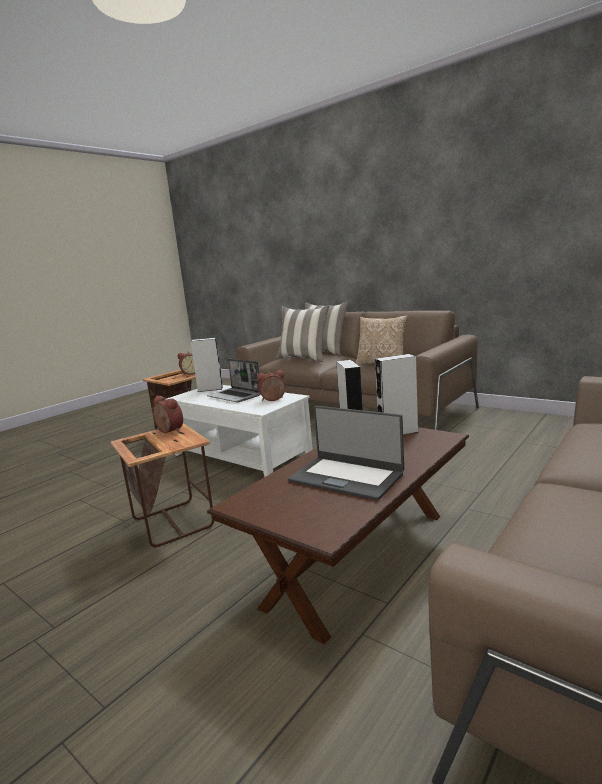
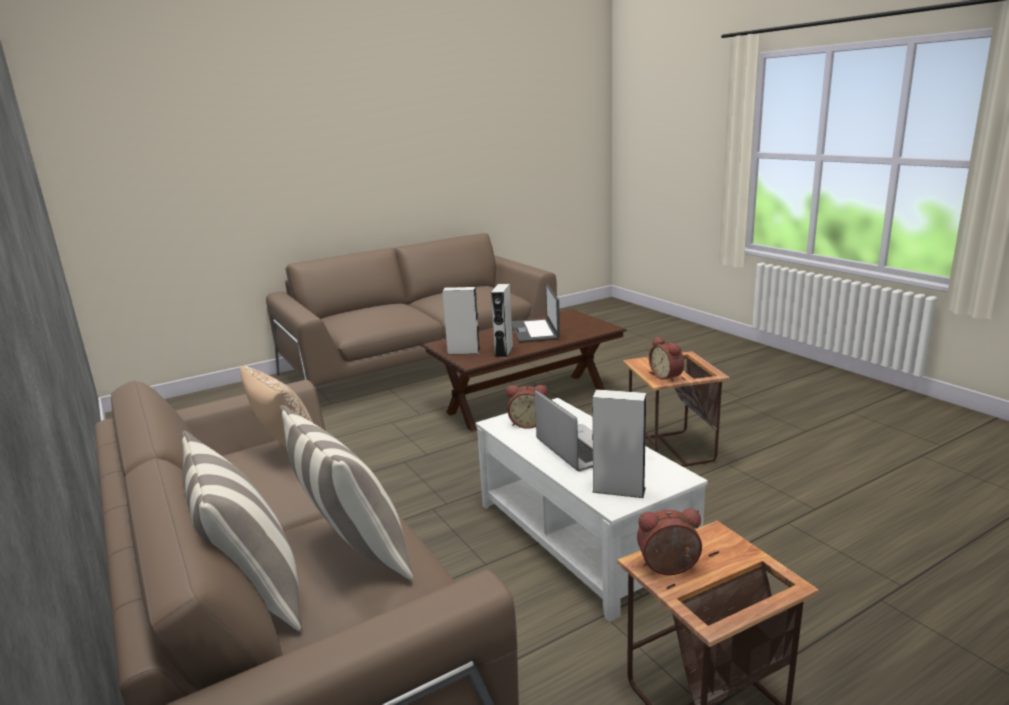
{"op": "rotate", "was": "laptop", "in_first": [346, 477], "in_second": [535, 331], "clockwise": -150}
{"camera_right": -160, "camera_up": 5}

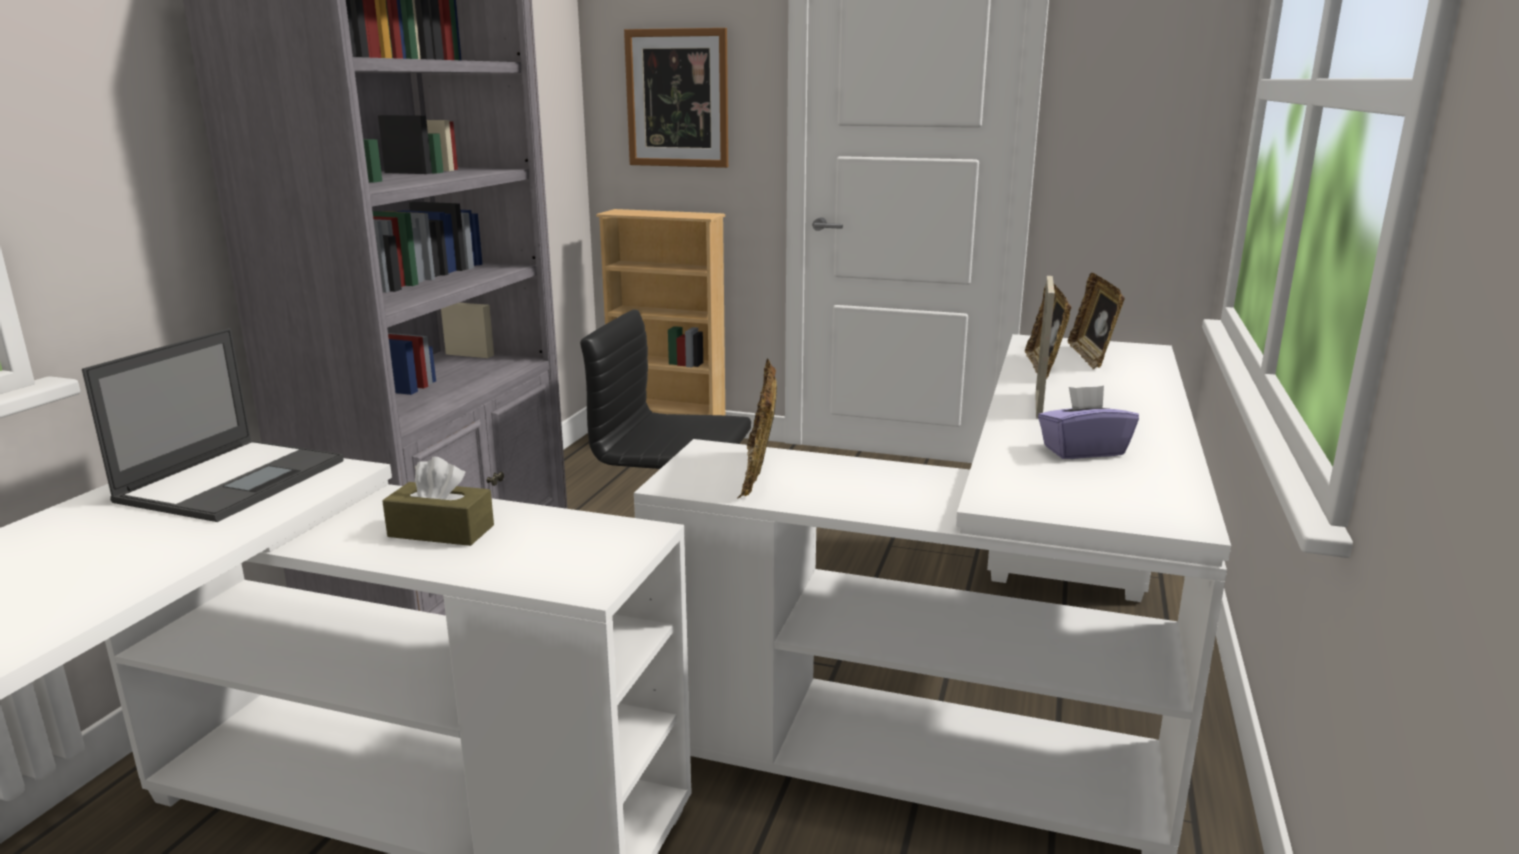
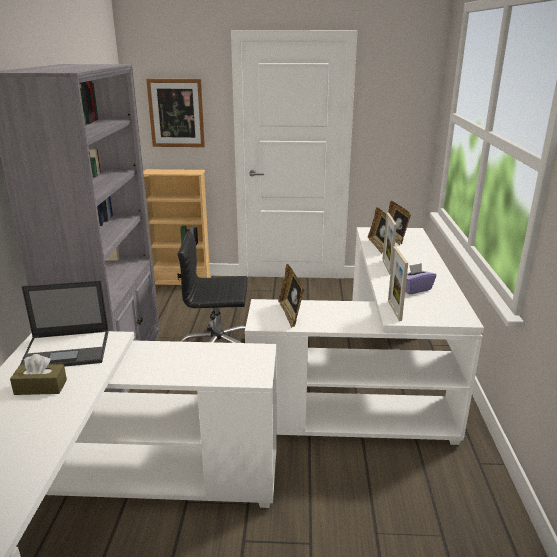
{"op": "insert", "now": "picture frame", "in_second": [394, 310]}
{"op": "move", "was": "brown tissue box", "in_first": [441, 531], "in_second": [41, 387]}
{"op": "rotate", "was": "laptop", "in_first": [235, 480], "in_second": [68, 350], "clockwise": 75}
{"camera_right": -15, "camera_up": 5}

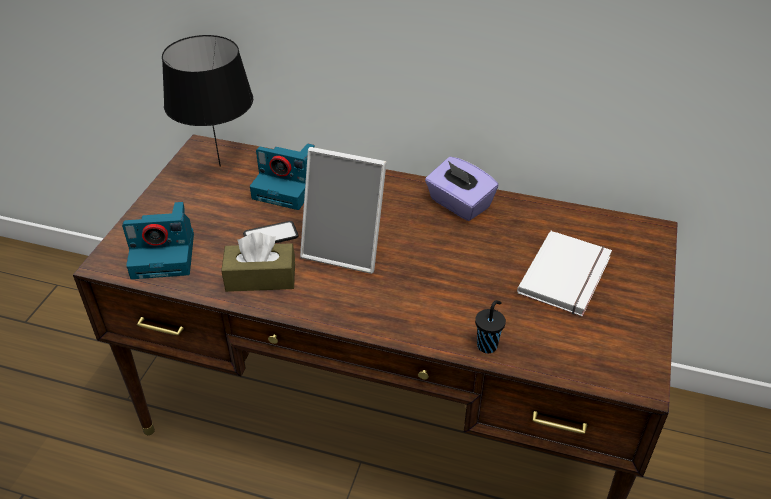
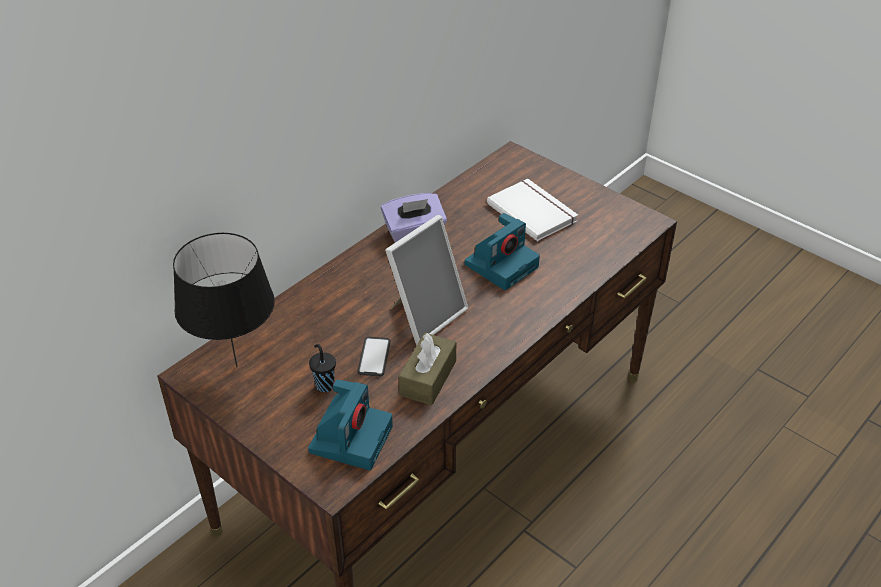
{"op": "move", "was": "photo camera", "in_first": [289, 187], "in_second": [502, 264]}
{"op": "move", "was": "black cup", "in_first": [487, 345], "in_second": [324, 385]}
{"camera_right": -65, "camera_up": 0}

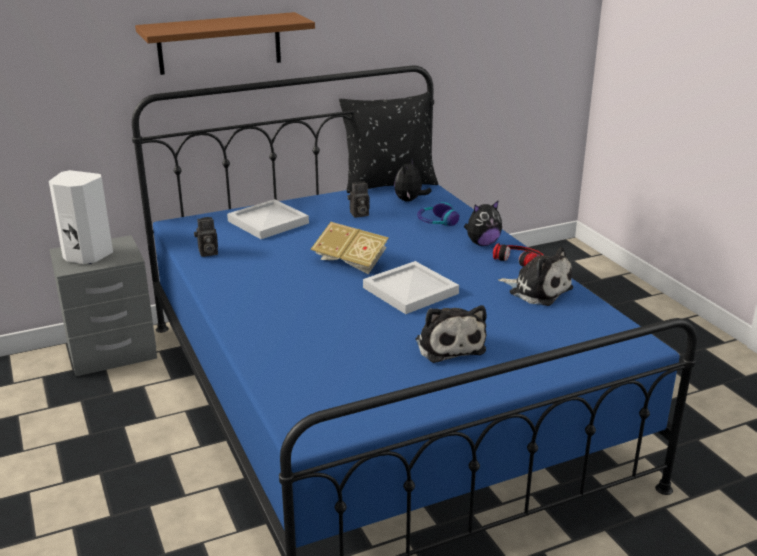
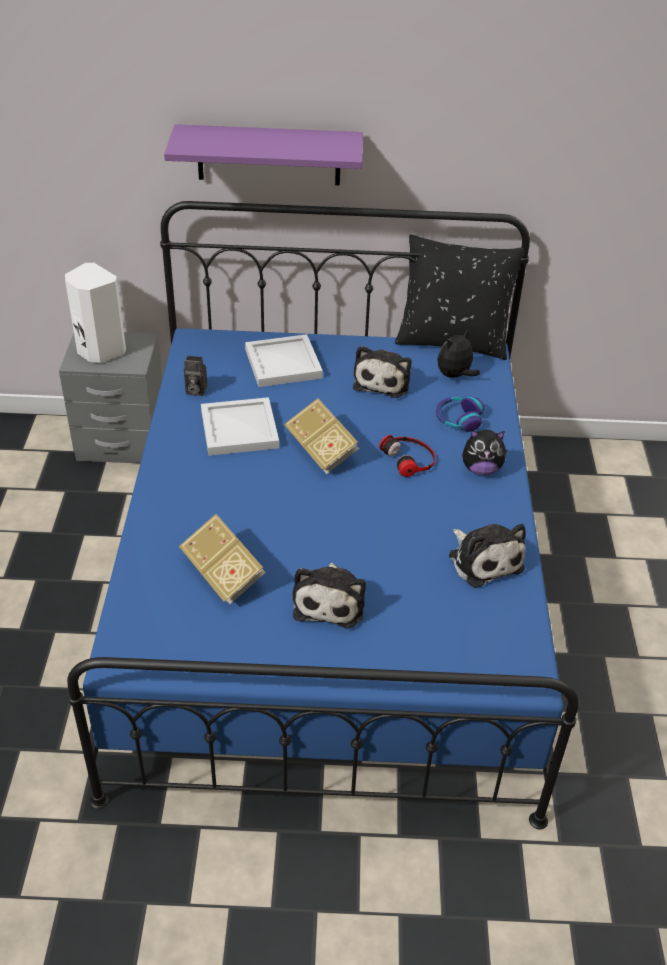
{"op": "insert", "now": "book", "in_second": [224, 574]}
{"op": "move", "was": "white tray", "in_first": [412, 290], "in_second": [240, 430]}
{"op": "move", "was": "headphones", "in_first": [520, 259], "in_second": [410, 458]}
{"op": "replace", "was": "photo camera", "now": "plush toy", "in_first": [358, 214], "in_second": [383, 381]}
{"op": "recolor", "was": "brown shelf", "now": "purple shelf", "in_first": [219, 43], "in_second": [269, 155]}
{"camera_right": 25, "camera_up": 15}

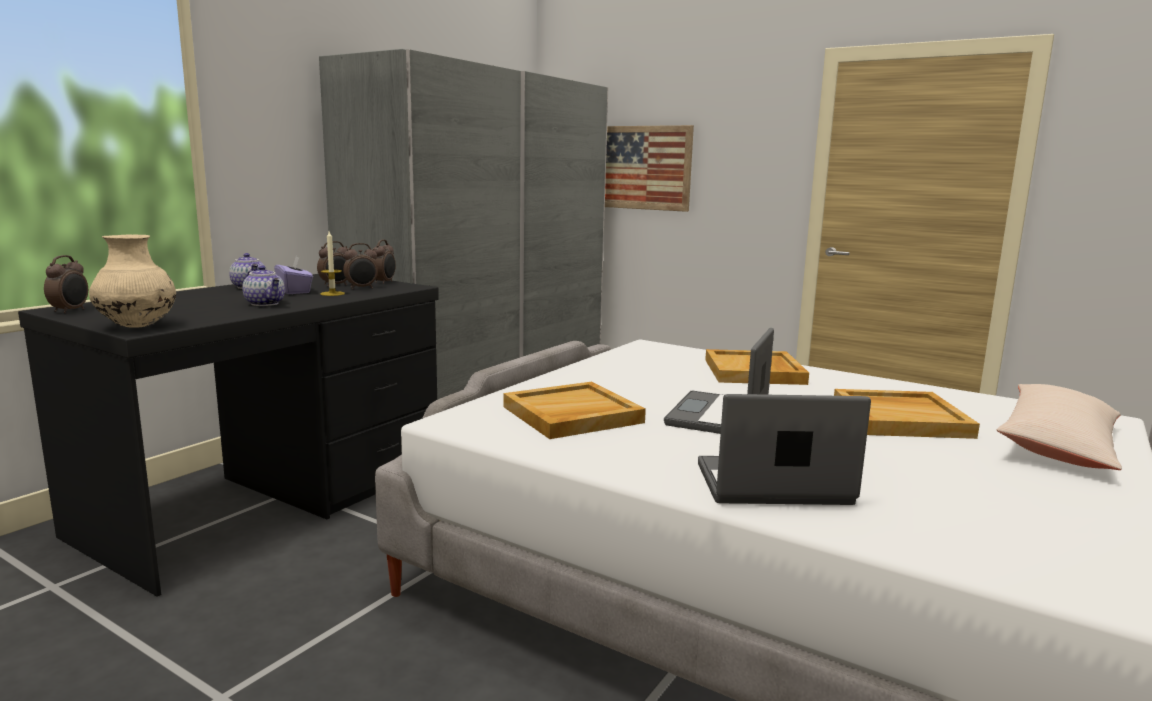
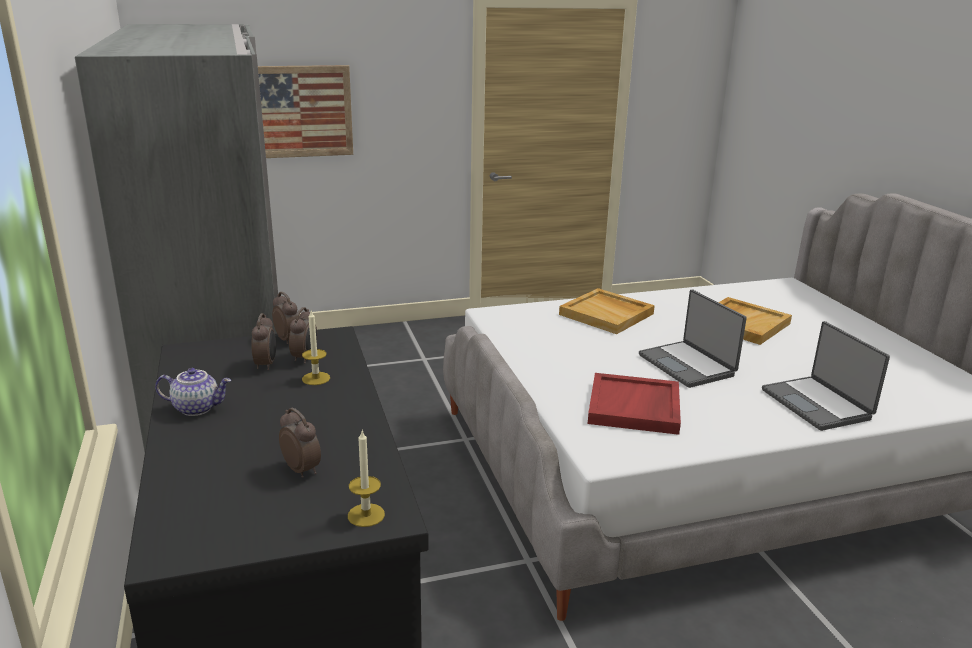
{"op": "delete", "was": "teapot", "in_first": [266, 303]}
{"op": "delete", "was": "purple tissue box", "in_first": [295, 291]}
{"op": "delete", "was": "beige pillow", "in_first": [1058, 444]}
{"op": "move", "was": "alarm clock", "in_first": [70, 311], "in_second": [302, 469]}
{"op": "replace", "was": "beige vase", "now": "candle", "in_first": [138, 327], "in_second": [366, 515]}
{"op": "recolor", "was": "beige tray", "now": "red tray", "in_first": [571, 415], "in_second": [635, 407]}
{"op": "rotate", "was": "laptop", "in_first": [773, 486], "in_second": [817, 404], "clockwise": -60}
{"camera_right": -50, "camera_up": 10}

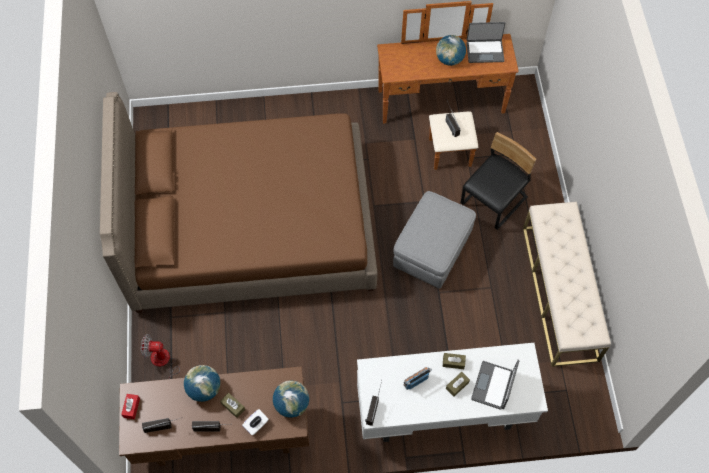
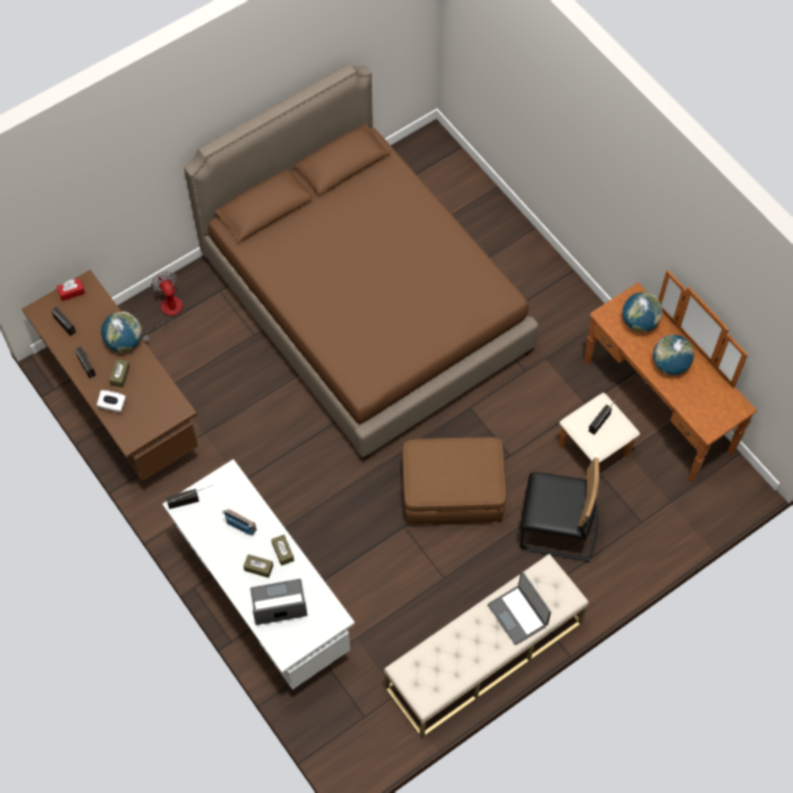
{"op": "move", "was": "globe", "in_first": [292, 404], "in_second": [639, 322]}
{"op": "move", "was": "laptop", "in_first": [485, 51], "in_second": [518, 614]}
{"op": "recolor", "was": "grey ottoman", "now": "brown ottoman", "in_first": [432, 250], "in_second": [451, 494]}
{"camera_right": 60, "camera_up": 0}

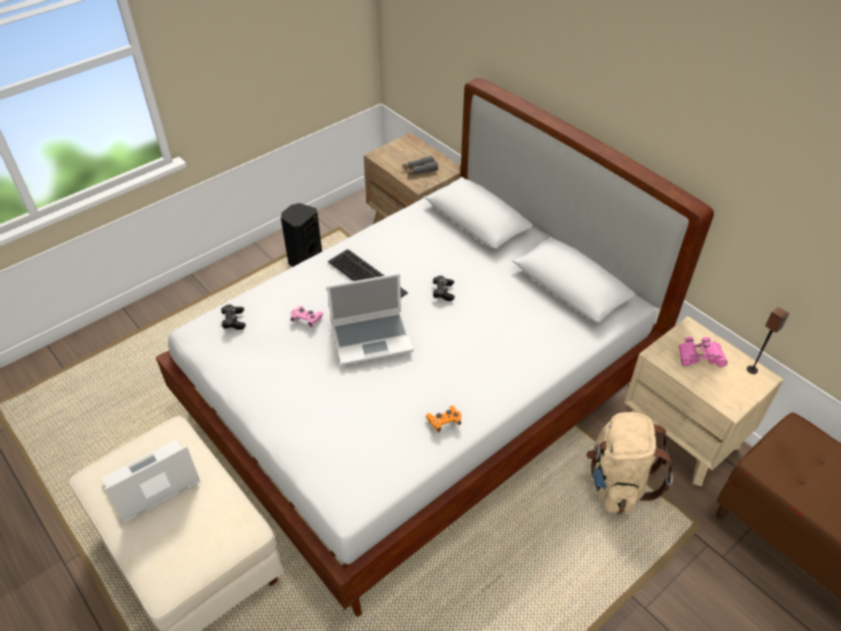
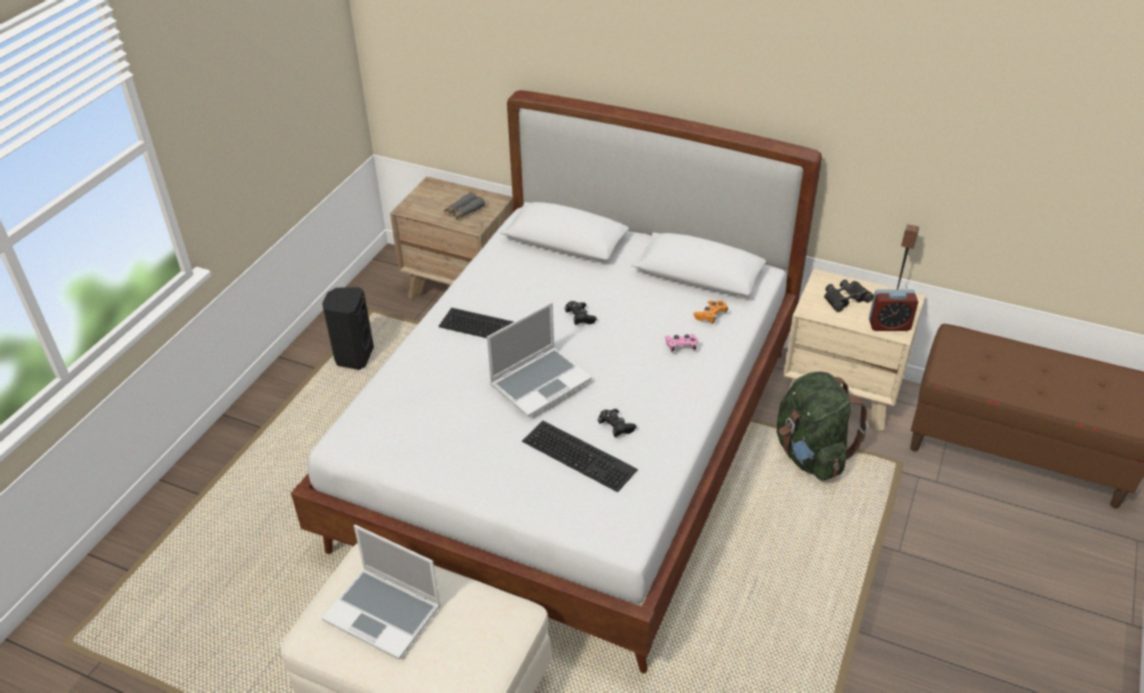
{"op": "insert", "now": "keyboard", "in_second": [581, 454]}
{"op": "insert", "now": "alarm clock", "in_second": [889, 325]}
{"op": "move", "was": "black game controller", "in_first": [234, 321], "in_second": [616, 427]}
{"op": "move", "was": "pink game controller", "in_first": [306, 319], "in_second": [681, 347]}
{"op": "move", "was": "orange game controller", "in_first": [444, 422], "in_second": [710, 316]}
{"op": "recolor", "was": "beige backpack", "now": "green backpack", "in_first": [617, 482], "in_second": [810, 454]}
{"op": "recolor", "was": "pink binoculars", "now": "black binoculars", "in_first": [700, 356], "in_second": [845, 299]}
{"op": "rotate", "was": "laptop", "in_first": [151, 484], "in_second": [384, 613], "clockwise": -90}
{"camera_right": -25, "camera_up": -5}

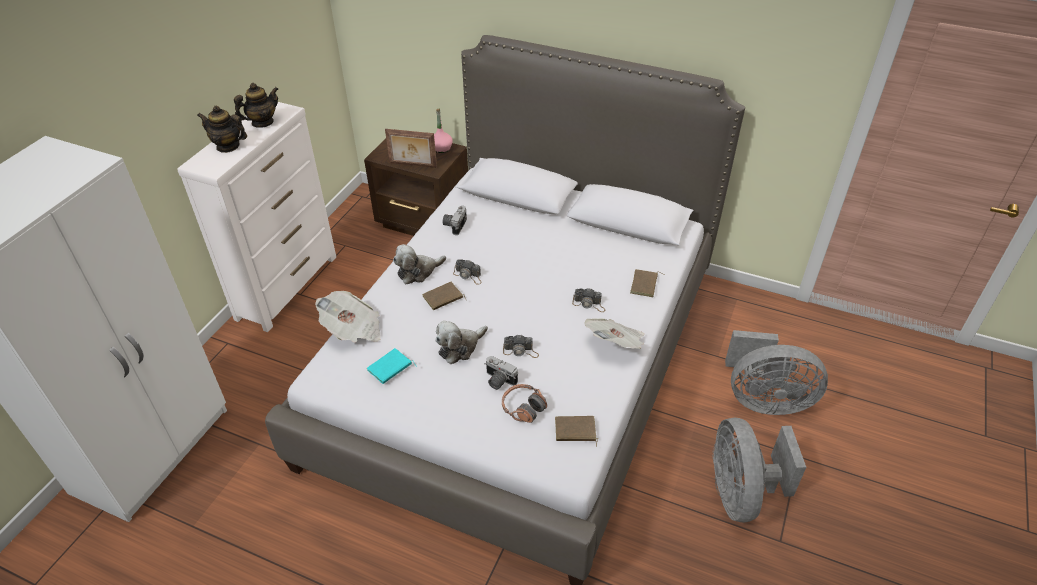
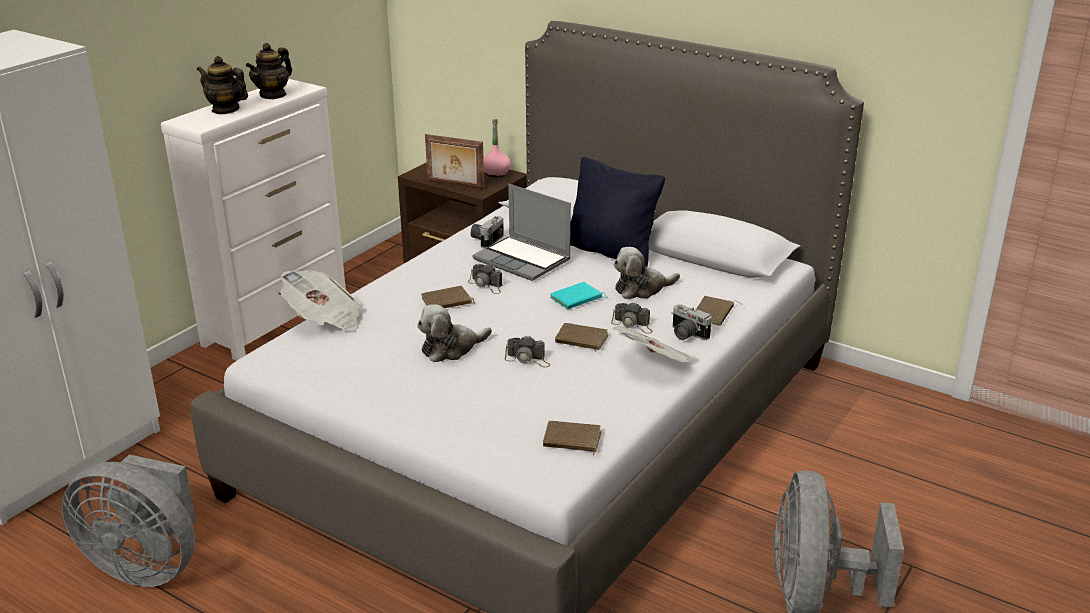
{"op": "delete", "was": "headphones", "in_first": [523, 408]}
{"op": "insert", "now": "laptop", "in_second": [523, 260]}
{"op": "insert", "now": "brown book", "in_second": [581, 340]}
{"op": "insert", "now": "black pillow", "in_second": [611, 252]}
{"op": "move", "was": "turquoise book", "in_first": [390, 368], "in_second": [577, 299]}
{"op": "move", "was": "plush toy", "in_first": [418, 272], "in_second": [642, 289]}
{"op": "move", "was": "photo camera", "in_first": [498, 381], "in_second": [686, 335]}
{"op": "move", "was": "grey fan", "in_first": [764, 399], "in_second": [147, 565]}
{"op": "rotate", "was": "teapot", "in_first": [262, 122], "in_second": [273, 95], "clockwise": 150}
{"camera_right": 10, "camera_up": -15}

